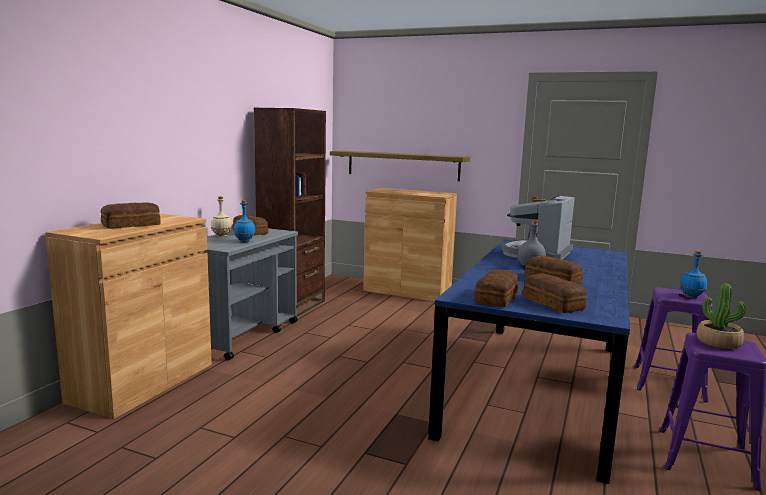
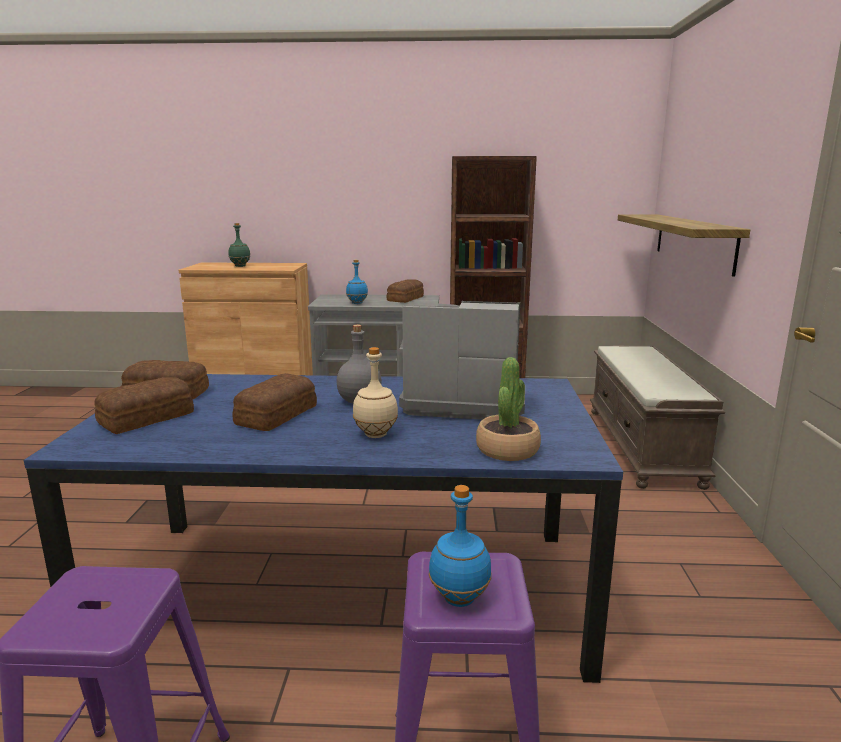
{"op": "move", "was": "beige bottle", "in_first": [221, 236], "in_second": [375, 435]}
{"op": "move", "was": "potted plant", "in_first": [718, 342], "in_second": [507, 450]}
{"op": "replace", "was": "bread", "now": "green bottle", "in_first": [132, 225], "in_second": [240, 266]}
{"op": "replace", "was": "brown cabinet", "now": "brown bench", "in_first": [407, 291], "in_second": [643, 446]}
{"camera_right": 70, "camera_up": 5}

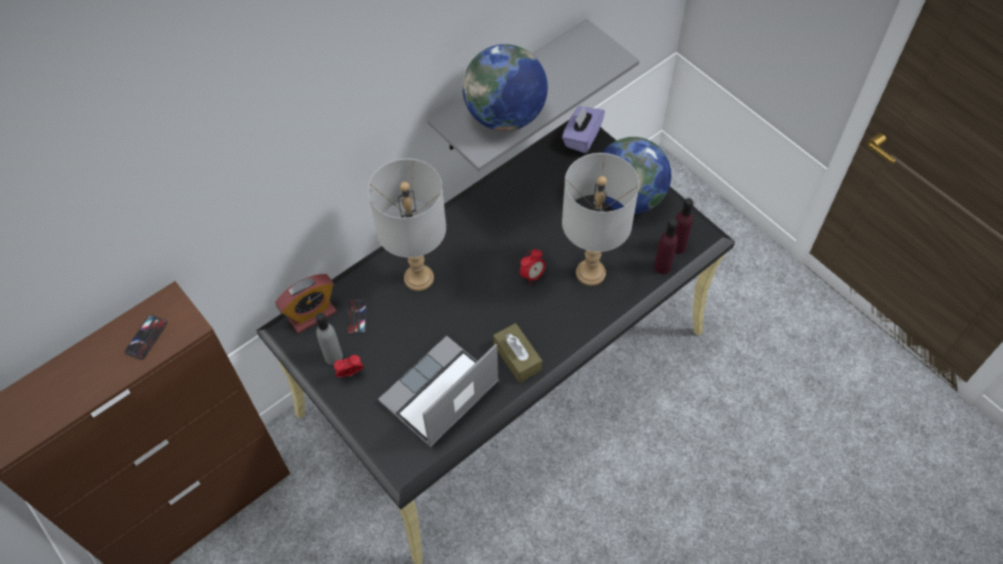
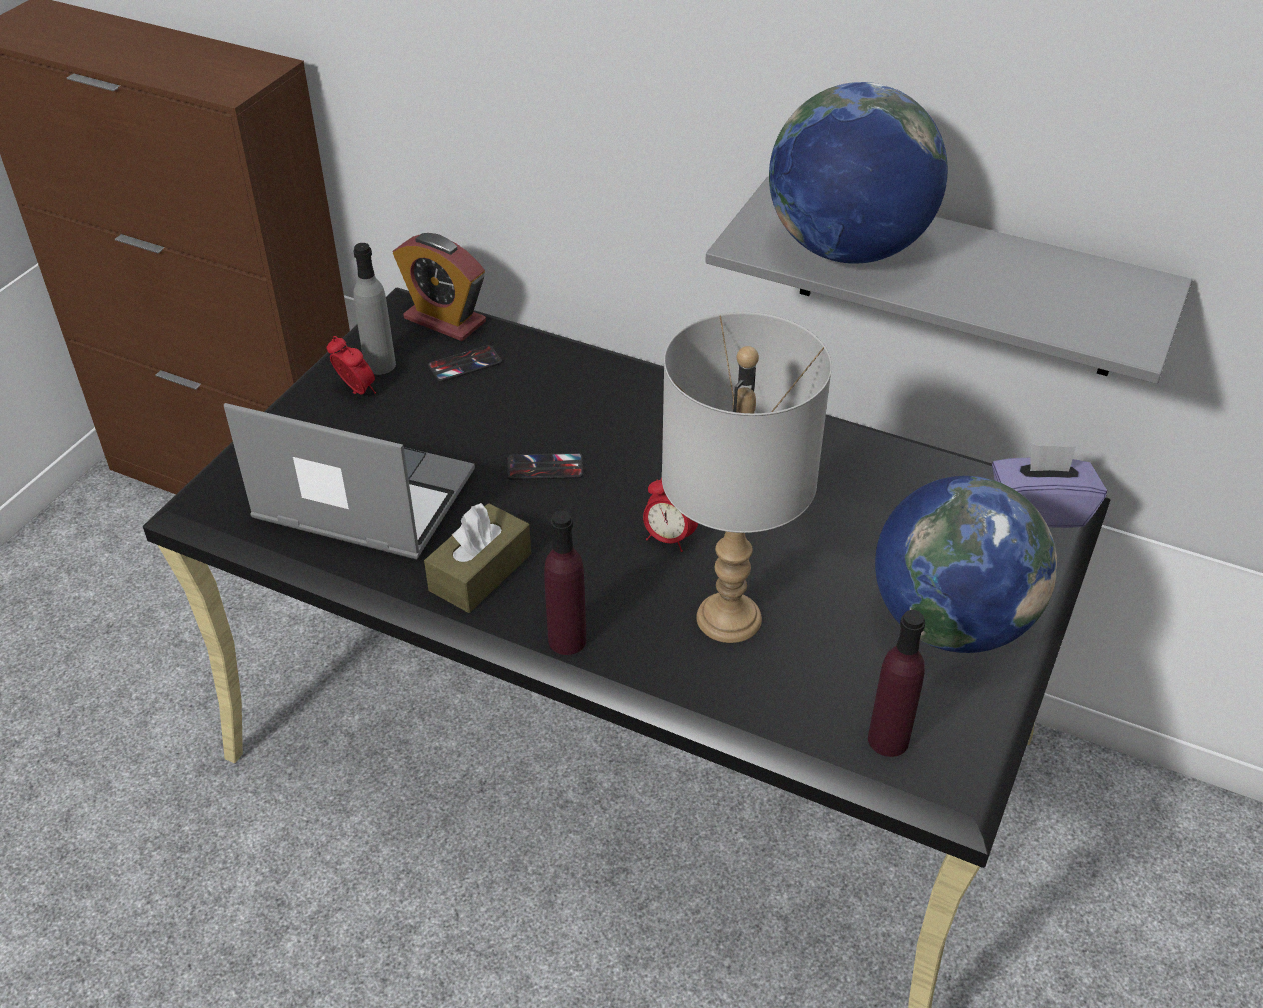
{"op": "delete", "was": "grey table lamp", "in_first": [418, 277]}
{"op": "move", "was": "phone", "in_first": [146, 337], "in_second": [545, 467]}
{"op": "move", "was": "purple bottle", "in_first": [662, 266], "in_second": [567, 640]}
{"camera_right": 65, "camera_up": -15}

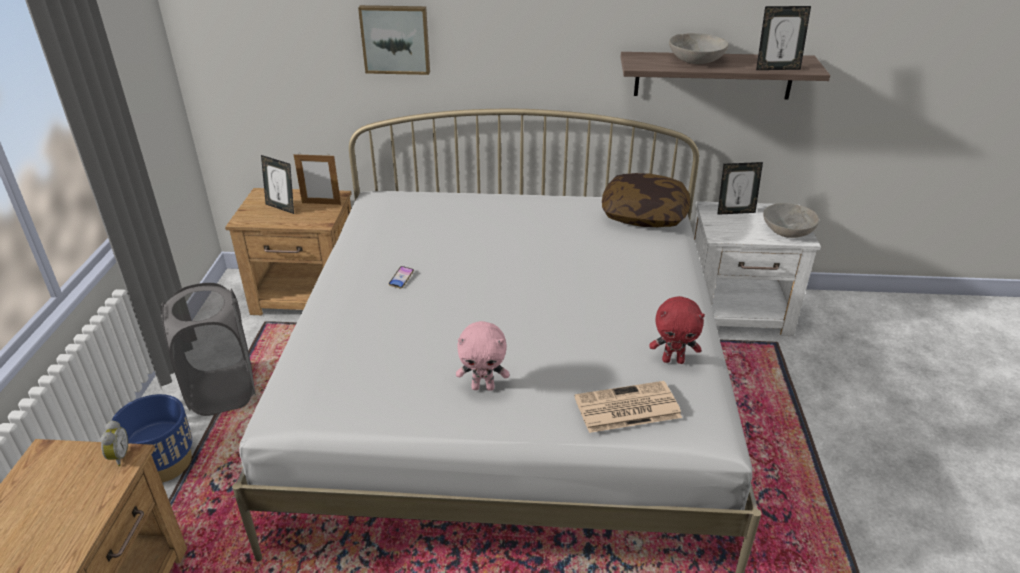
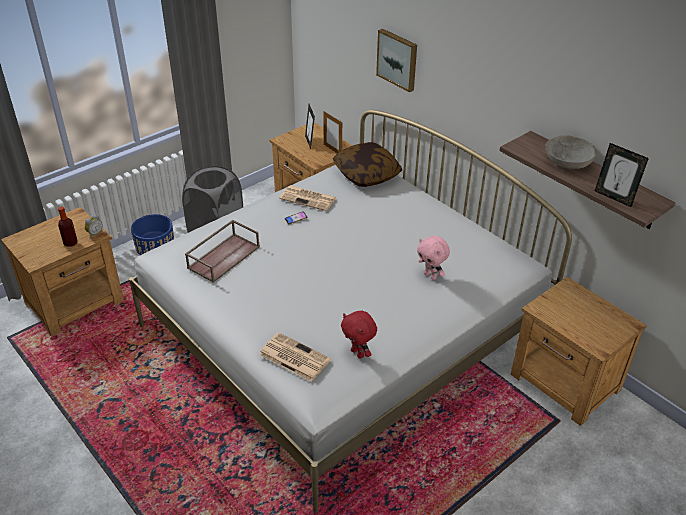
{"op": "delete", "was": "picture frame", "in_first": [735, 212]}
{"op": "delete", "was": "grey bowl", "in_first": [787, 230]}
{"op": "insert", "now": "bottle", "in_second": [70, 243]}
{"op": "insert", "now": "brown tray", "in_second": [224, 256]}
{"op": "insert", "now": "newspaper", "in_second": [309, 198]}
{"op": "move", "was": "pink plush toy", "in_first": [483, 387], "in_second": [431, 276]}
{"op": "move", "was": "pillow", "in_first": [644, 214], "in_second": [367, 174]}
{"op": "recolor", "was": "white nightstand", "now": "brown nightstand", "in_first": [738, 312], "in_second": [565, 383]}
{"camera_right": 45, "camera_up": 5}

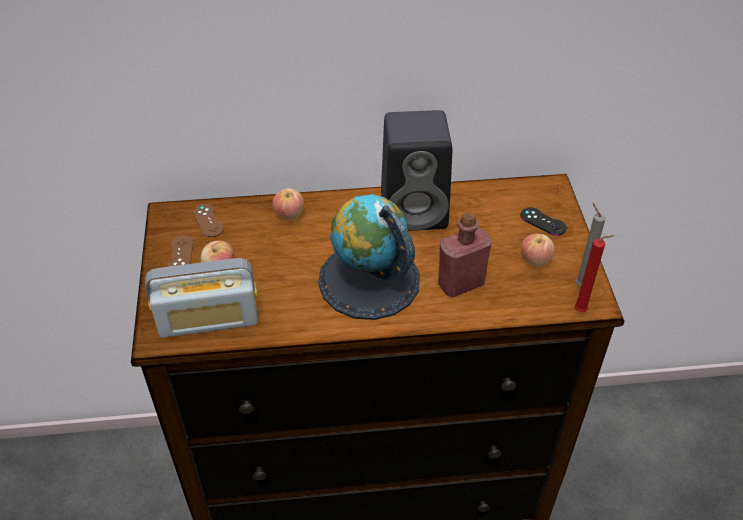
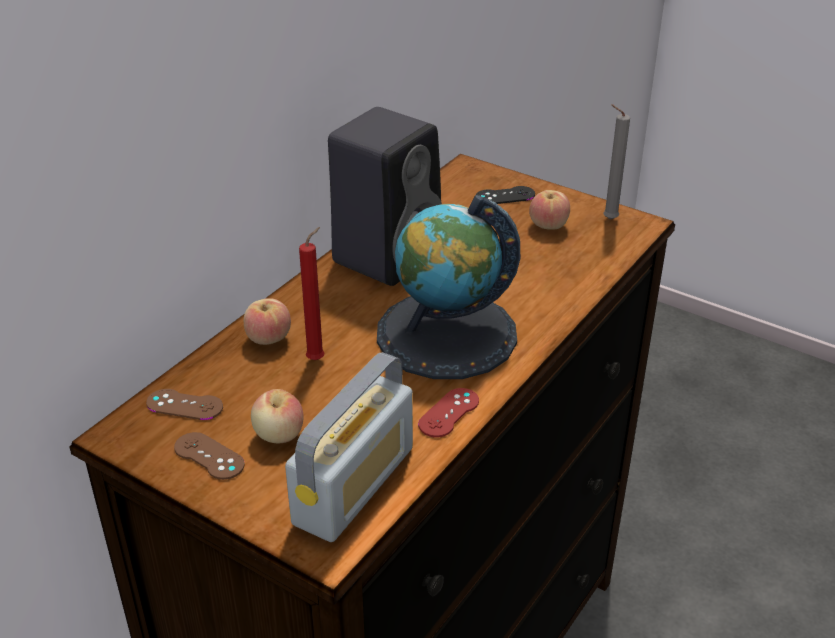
{"op": "delete", "was": "red bottle", "in_first": [461, 283]}
{"op": "insert", "now": "red game controller", "in_second": [449, 413]}
{"op": "move", "was": "red candle", "in_first": [582, 311], "in_second": [318, 359]}
{"camera_right": -50, "camera_up": -10}

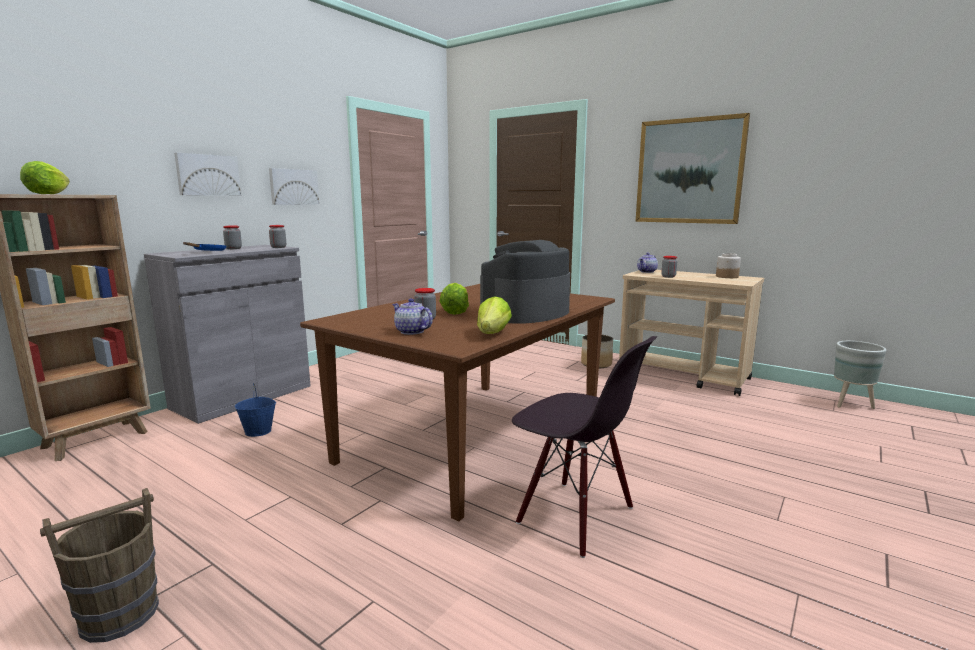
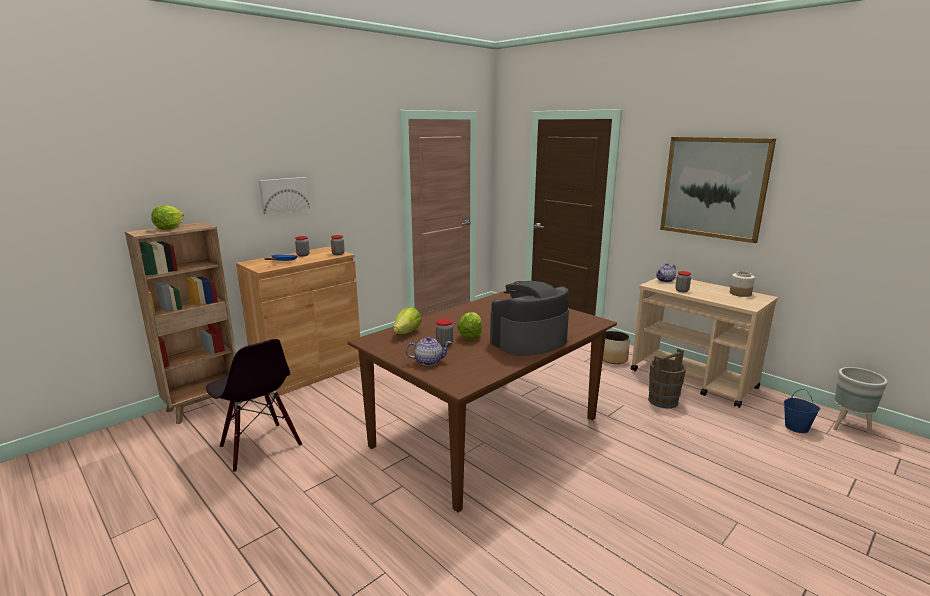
{"op": "delete", "was": "picture", "in_first": [293, 187]}
{"op": "move", "was": "brown bucket", "in_first": [118, 615], "in_second": [662, 401]}
{"op": "move", "was": "blue bucket", "in_first": [258, 431], "in_second": [796, 427]}
{"op": "move", "was": "lettuce", "in_first": [492, 334], "in_second": [407, 332]}
{"op": "move", "was": "black chair", "in_first": [575, 516], "in_second": [260, 447]}
{"op": "recolor", "was": "grey cabinet", "now": "brown cabinet", "in_first": [243, 397], "in_second": [309, 372]}
{"op": "rotate", "was": "teapot", "in_first": [411, 332], "in_second": [429, 361], "clockwise": 120}
{"camera_right": 10, "camera_up": 5}

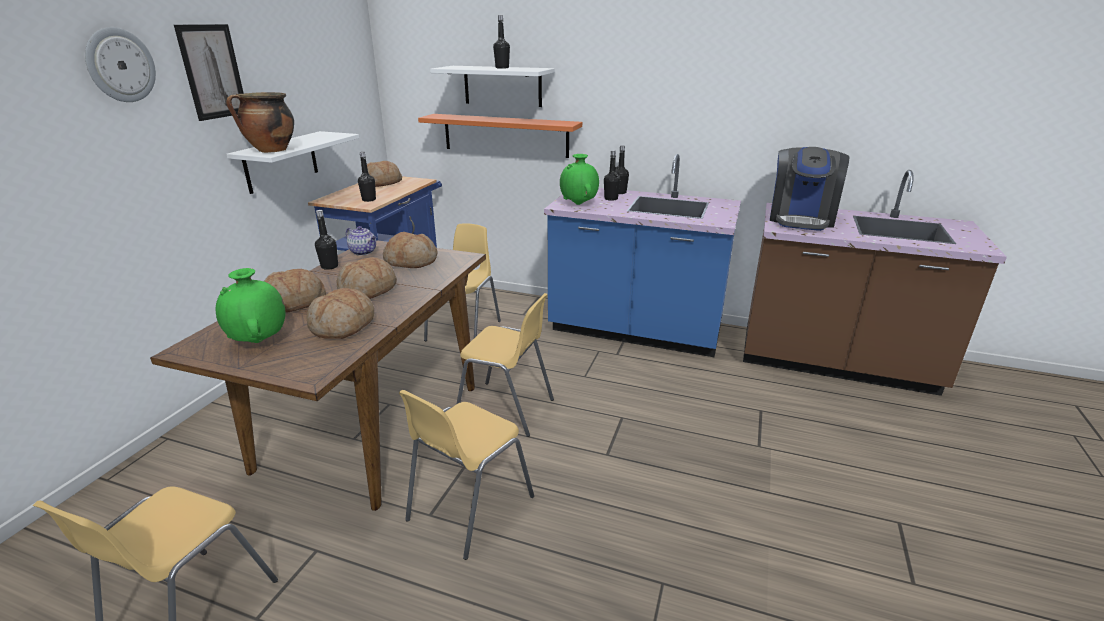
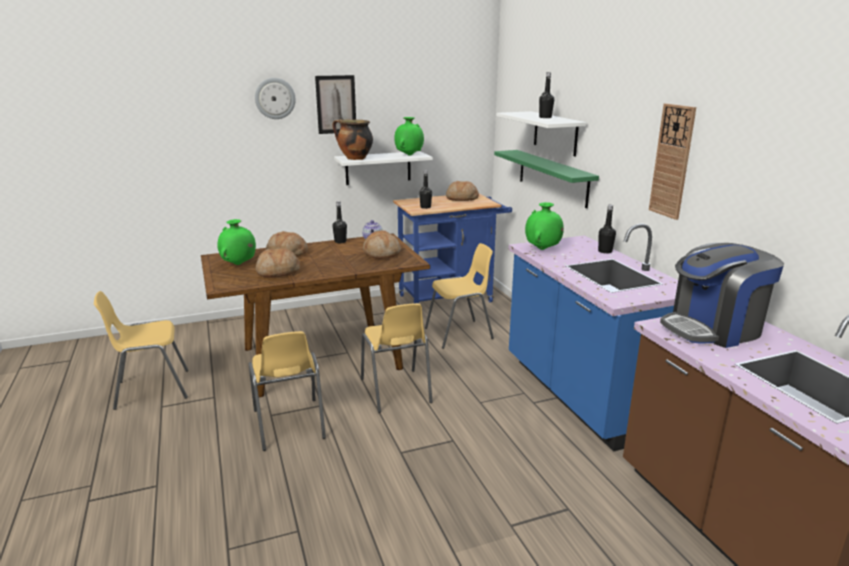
{"op": "delete", "was": "bread", "in_first": [368, 290]}
{"op": "delete", "was": "black bottle", "in_first": [611, 199]}
{"op": "insert", "now": "green vase", "in_second": [409, 155]}
{"op": "insert", "now": "wall clock", "in_second": [672, 161]}
{"op": "recolor", "was": "orange shelf", "now": "green shelf", "in_first": [505, 135], "in_second": [552, 177]}
{"op": "rotate", "was": "yellow chair", "in_first": [468, 508], "in_second": [289, 424], "clockwise": -105}
{"camera_right": 50, "camera_up": -5}

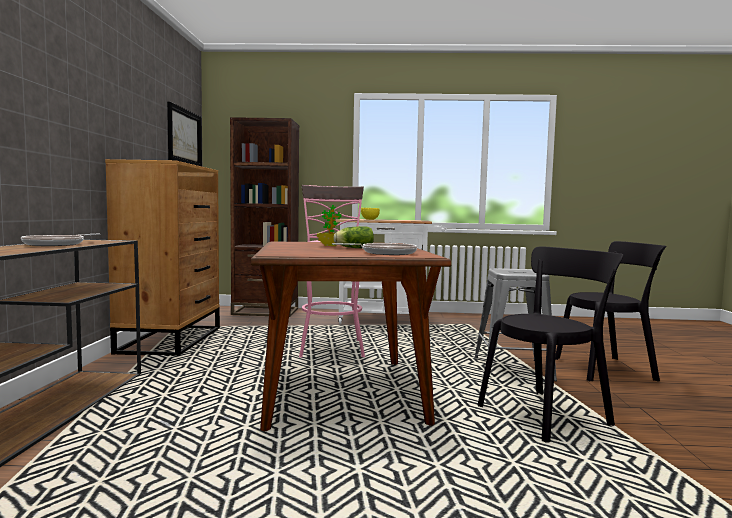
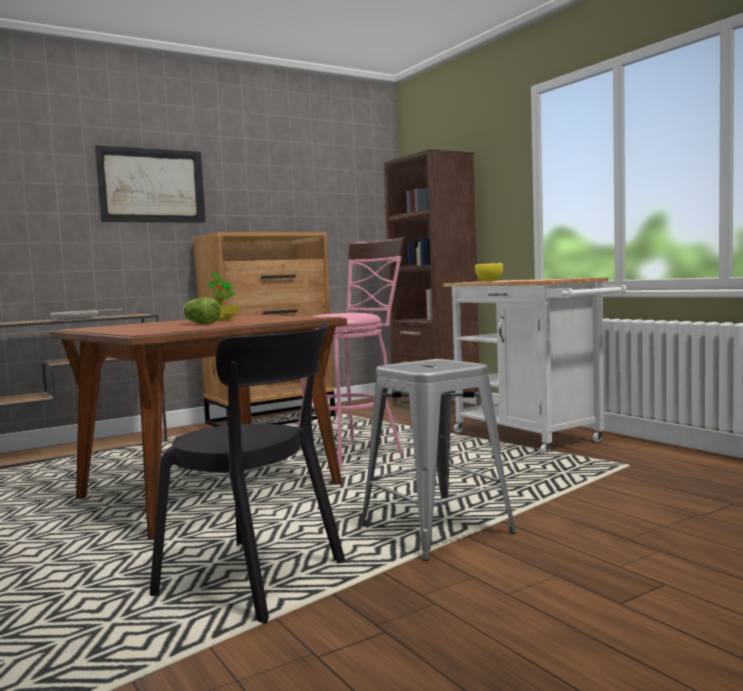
{"op": "delete", "was": "frying pan", "in_first": [385, 253]}
{"op": "delete", "was": "black chair", "in_first": [608, 369]}
{"op": "move", "was": "picture", "in_first": [184, 137], "in_second": [151, 186]}
{"camera_right": 55, "camera_up": 0}

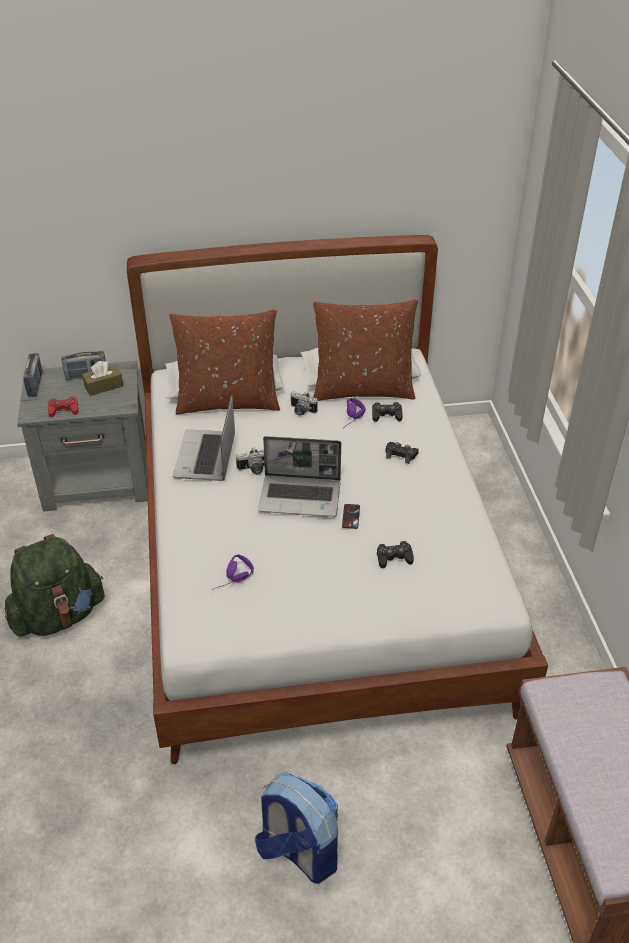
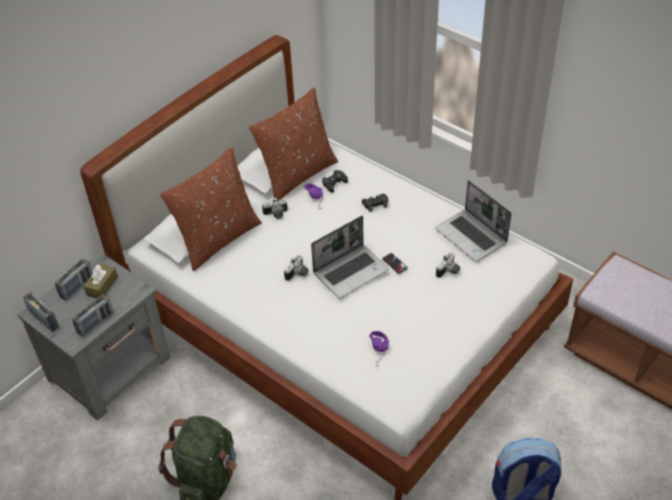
{"op": "move", "was": "laptop", "in_first": [206, 457], "in_second": [472, 236]}
{"op": "replace", "was": "red game controller", "now": "radio", "in_first": [64, 410], "in_second": [95, 323]}
{"op": "replace", "was": "black game controller", "now": "photo camera", "in_first": [394, 558], "in_second": [449, 271]}
{"camera_right": -40, "camera_up": 5}

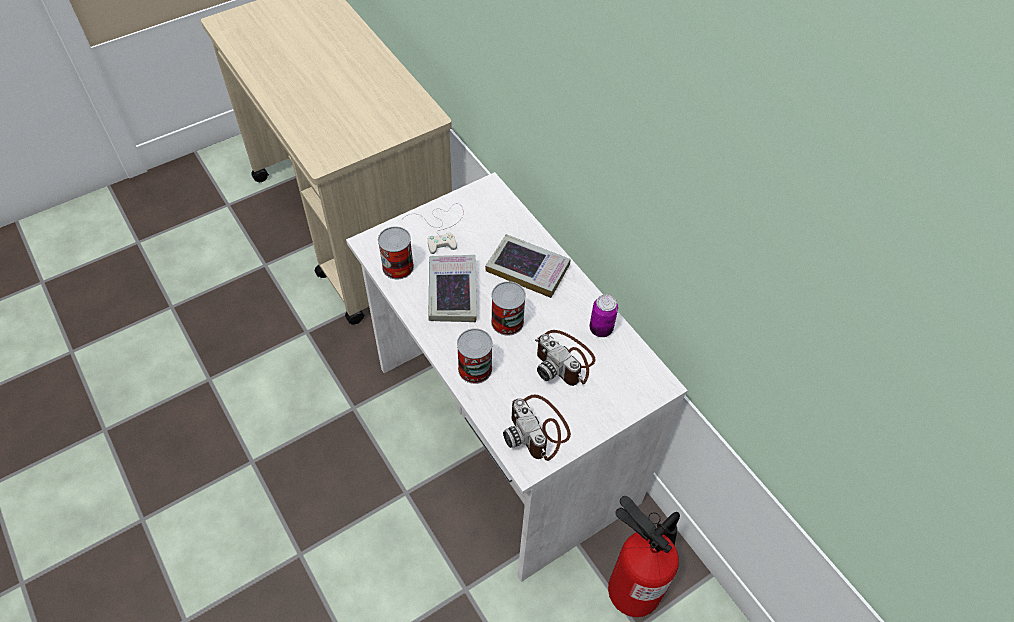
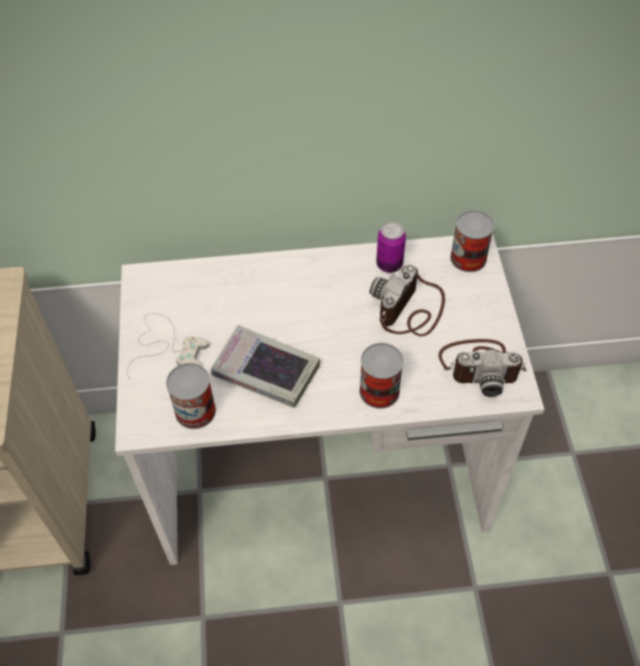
{"op": "delete", "was": "book", "in_first": [528, 269]}
{"op": "delete", "was": "fire extinguisher", "in_first": [635, 584]}
{"op": "move", "was": "can", "in_first": [507, 322], "in_second": [468, 258]}
{"op": "rotate", "was": "photo camera", "in_first": [564, 360], "in_second": [410, 309], "clockwise": 135}
{"camera_right": -60, "camera_up": 0}

